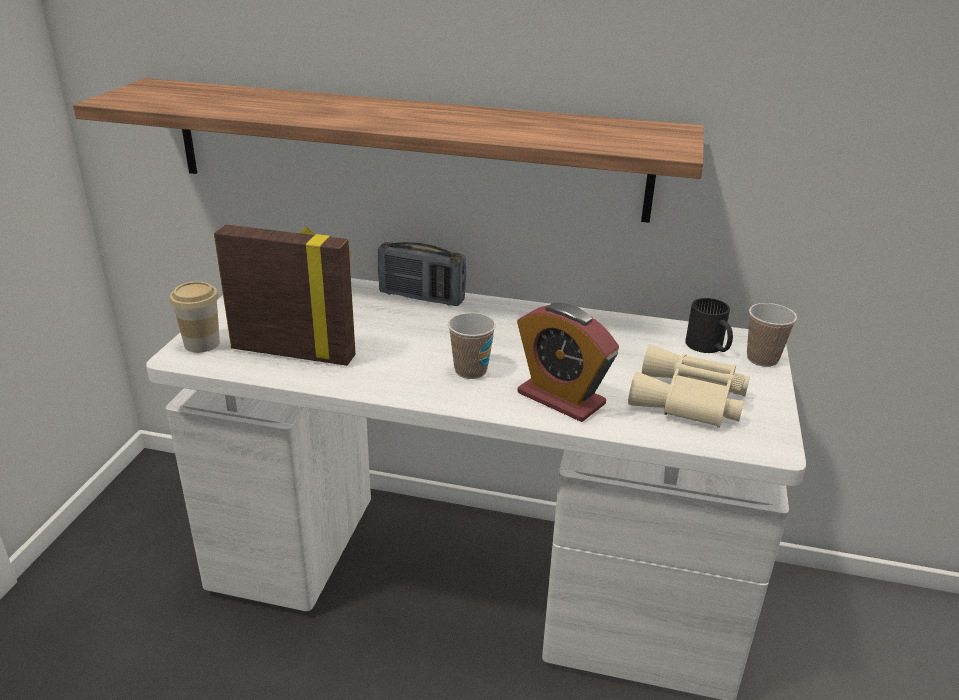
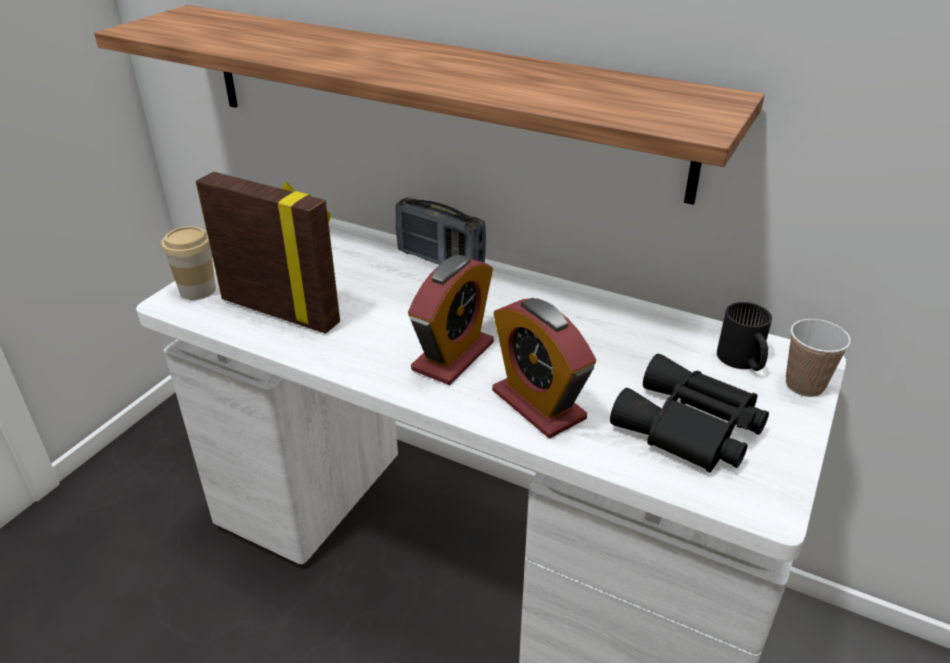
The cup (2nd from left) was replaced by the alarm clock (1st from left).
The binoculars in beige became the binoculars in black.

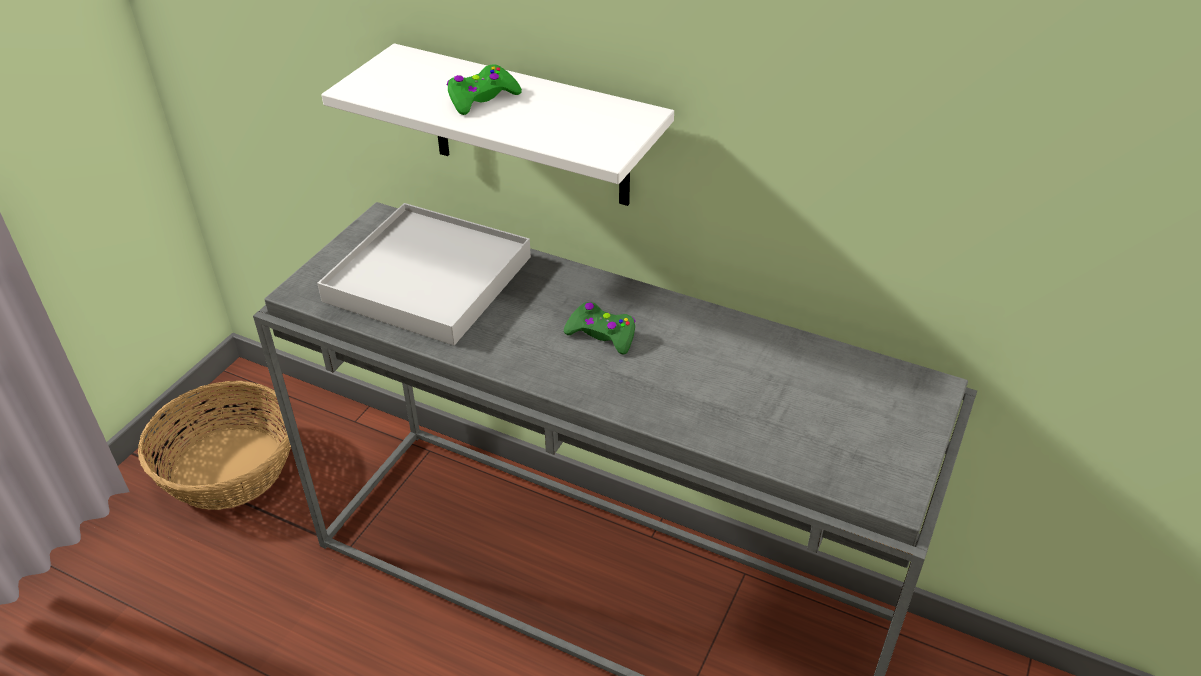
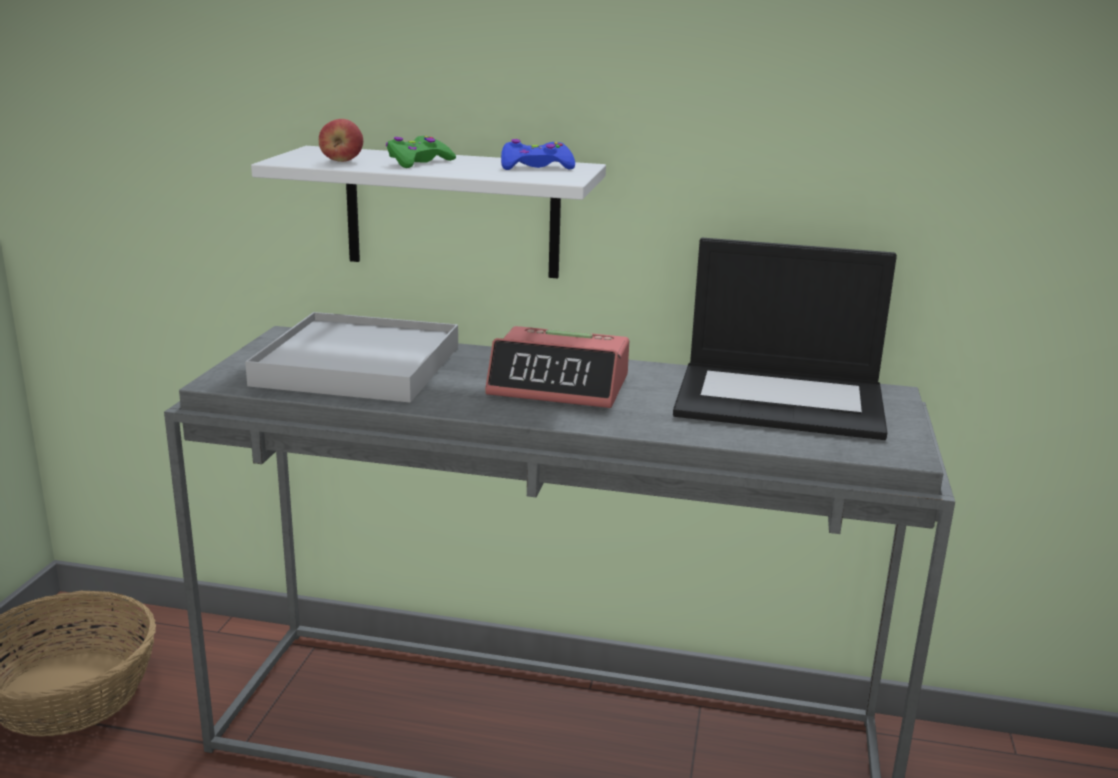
The apple appeared.
The game controller in blue appeared.
The laptop appeared.
The game controller in green (2nd from left) was replaced by the alarm clock.

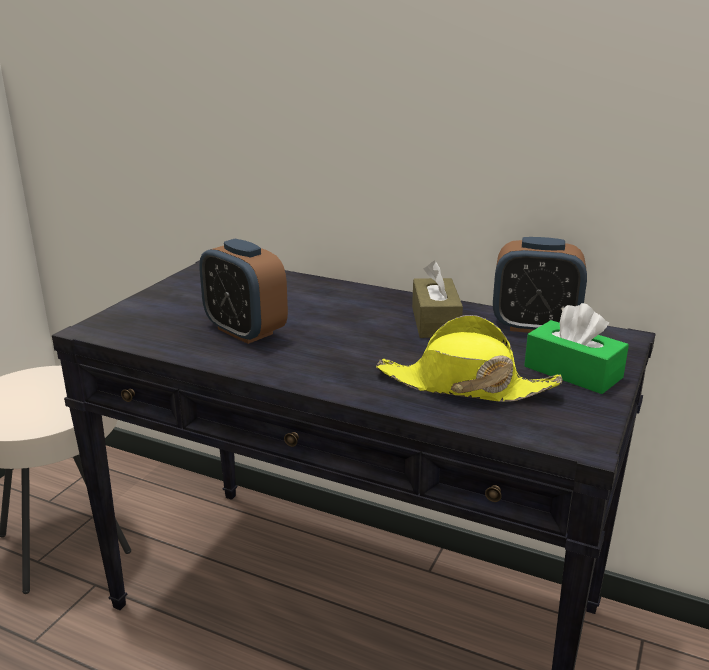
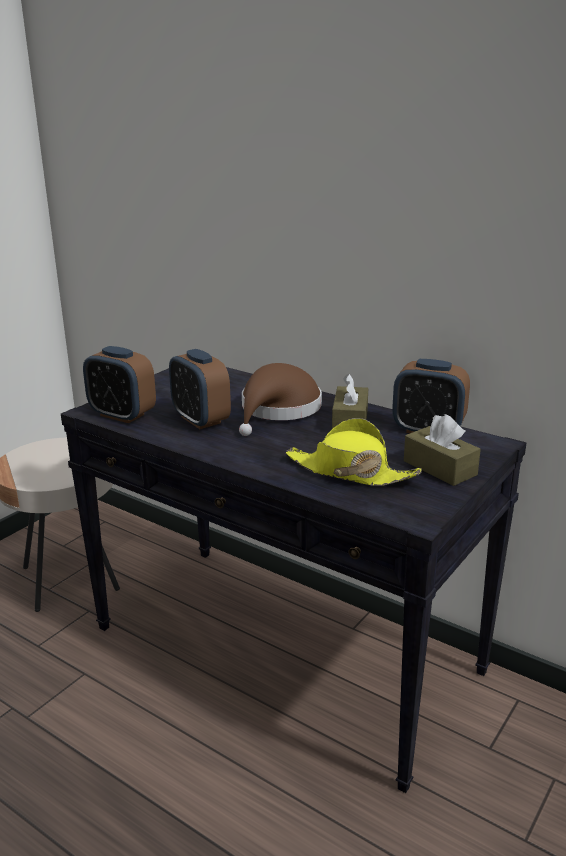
The alarm clock (1st from left) appeared.
The hat in brown appeared.
The tissue box in green became the tissue box in brown (2nd from left).

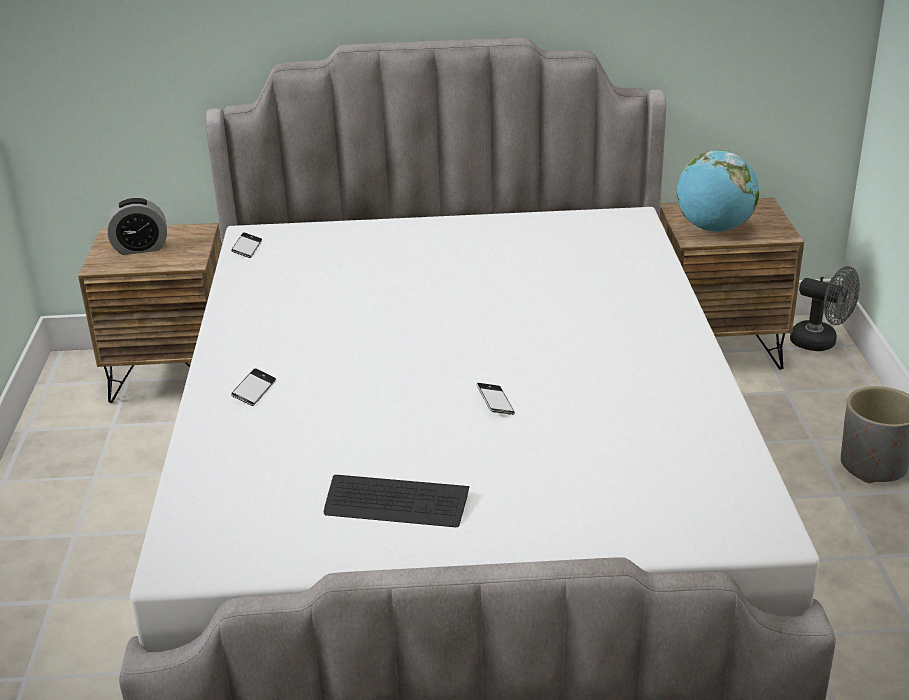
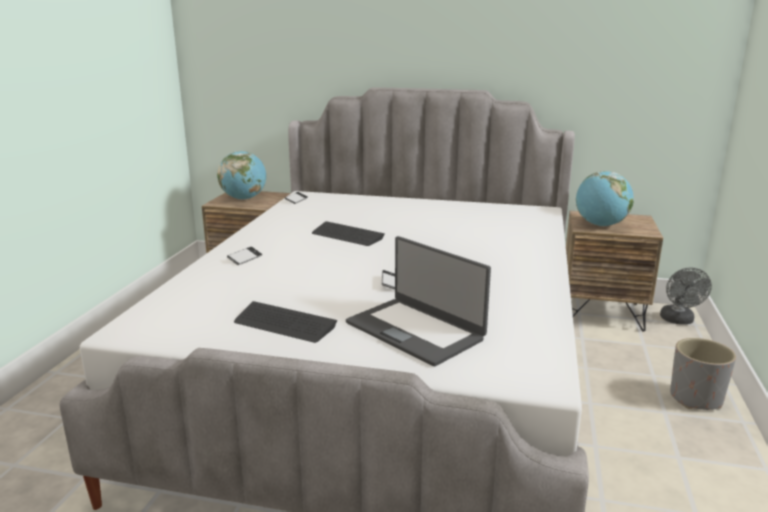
The keyboard (2nd from left) appeared.
The laptop appeared.
The alarm clock was replaced by the globe (1st from left).
The fan in grey turned 45 degrees clockwise.

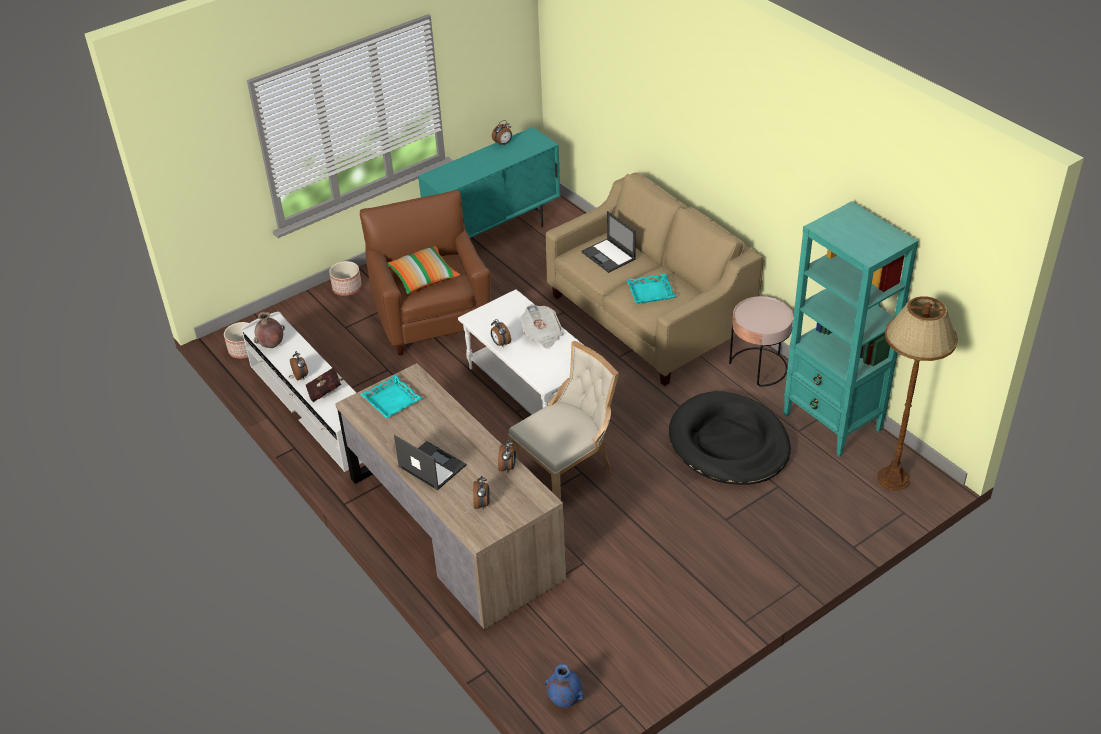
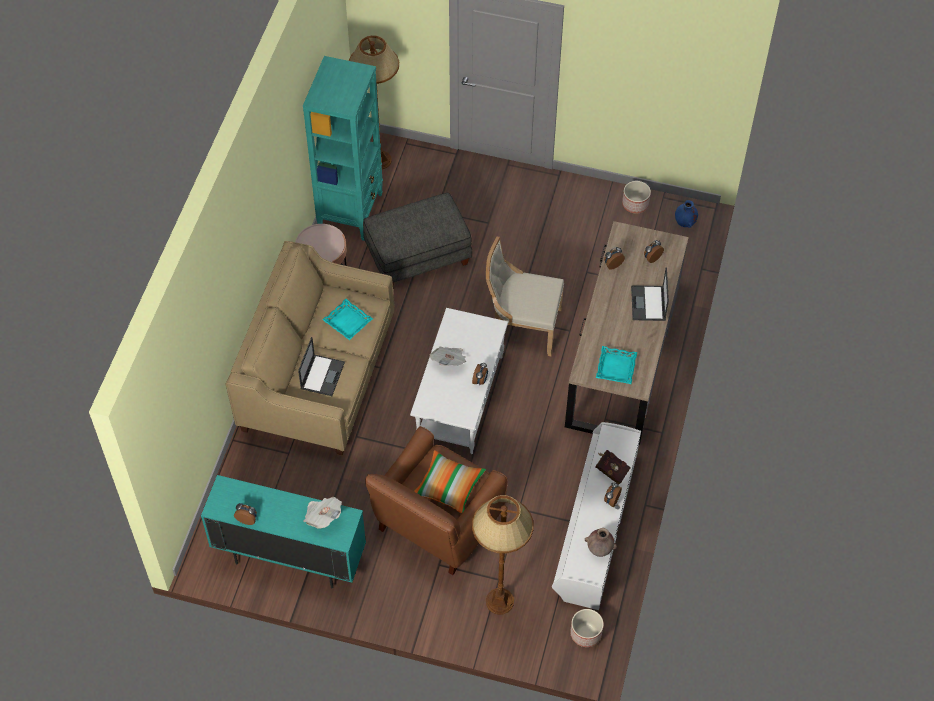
The newspaper (1st from left) appeared.
The floor lamp in brown (2nd from left) appeared.
The planter (2nd from left) moved.
The dog bed in black was replaced by the ottoman in grey.

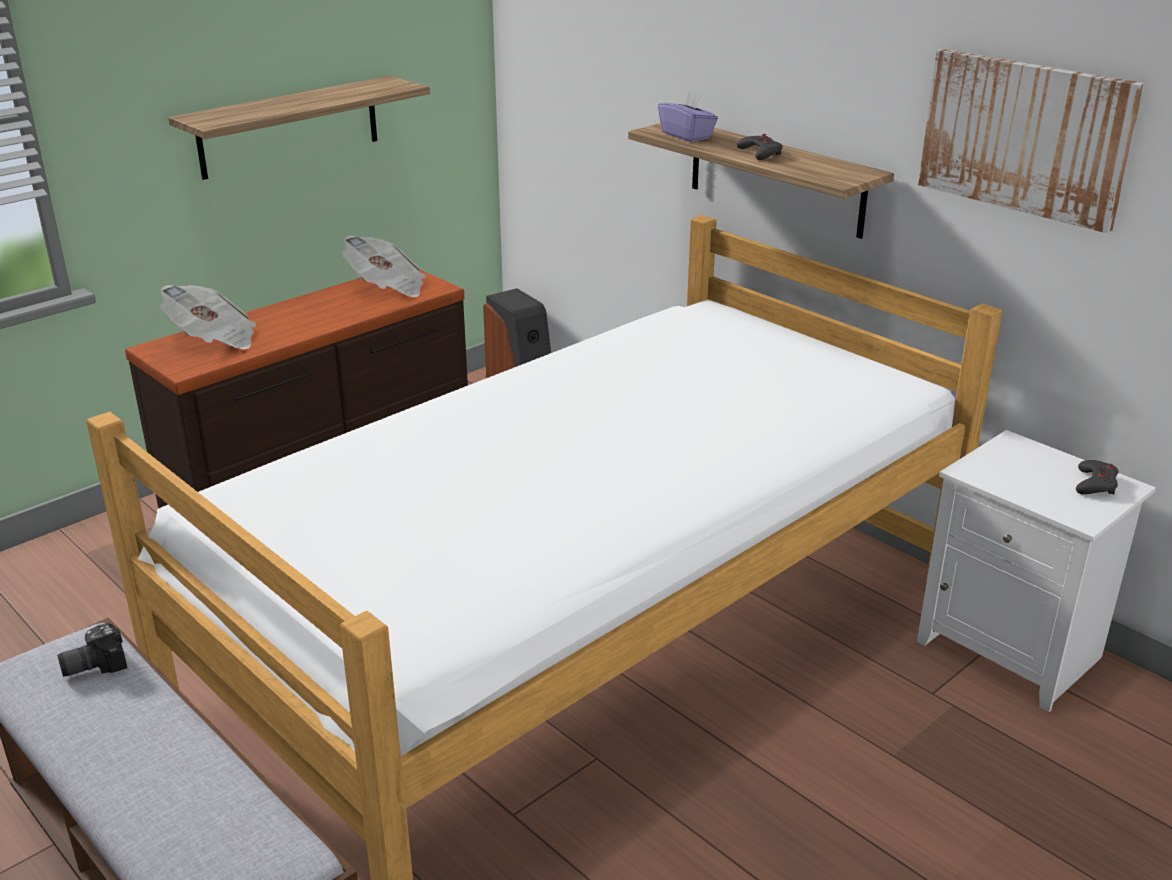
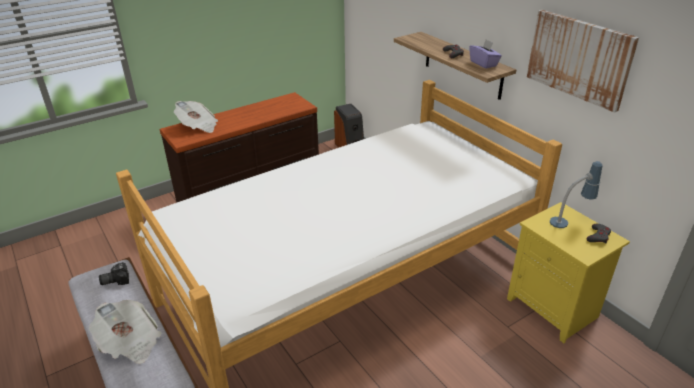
The shelf (1st from left) disappeared.
The table lamp appeared.
The newspaper (2nd from left in the first image) moved.
The tissue box in purple moved.
The nightstand in white became the nightstand in yellow.

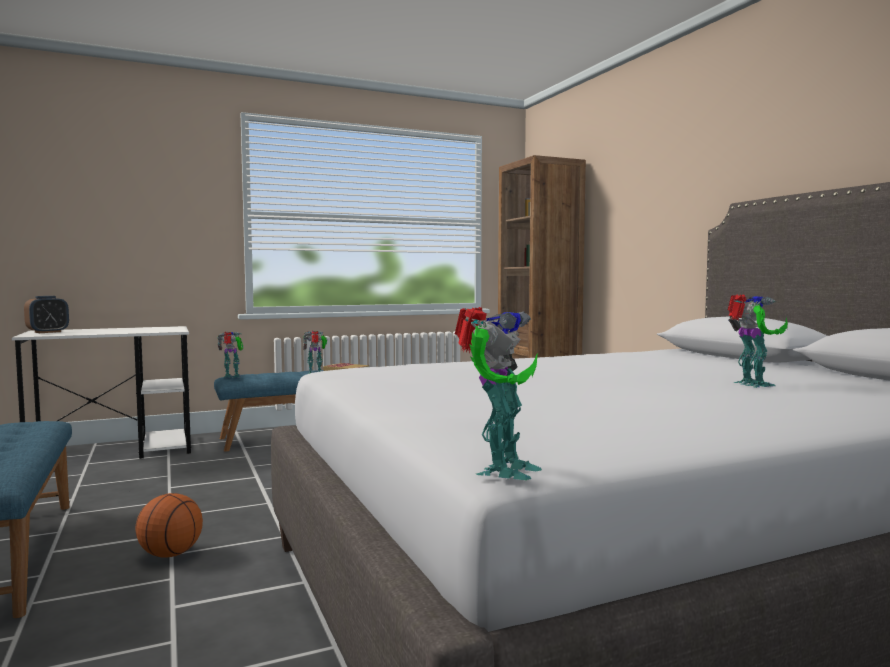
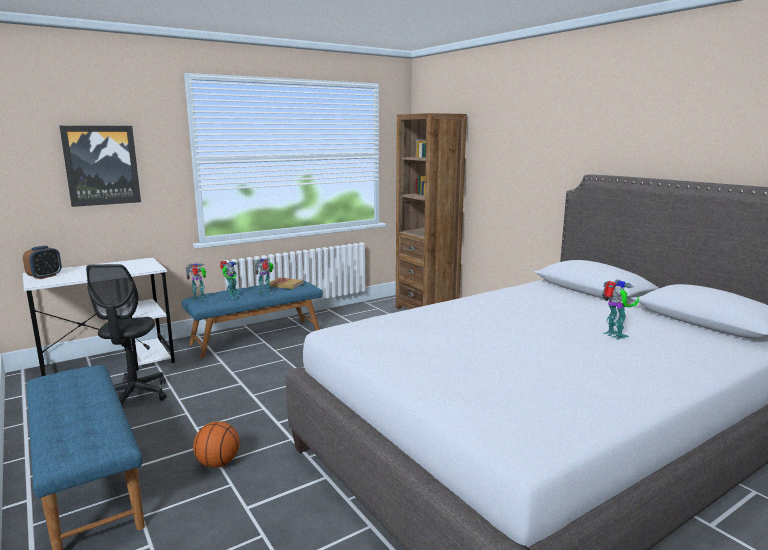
The picture appeared.
The office chair in black appeared.
The toy robot (3rd from left in the first image) moved.

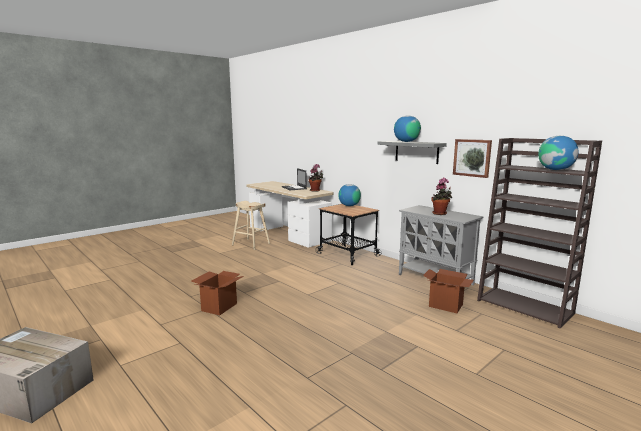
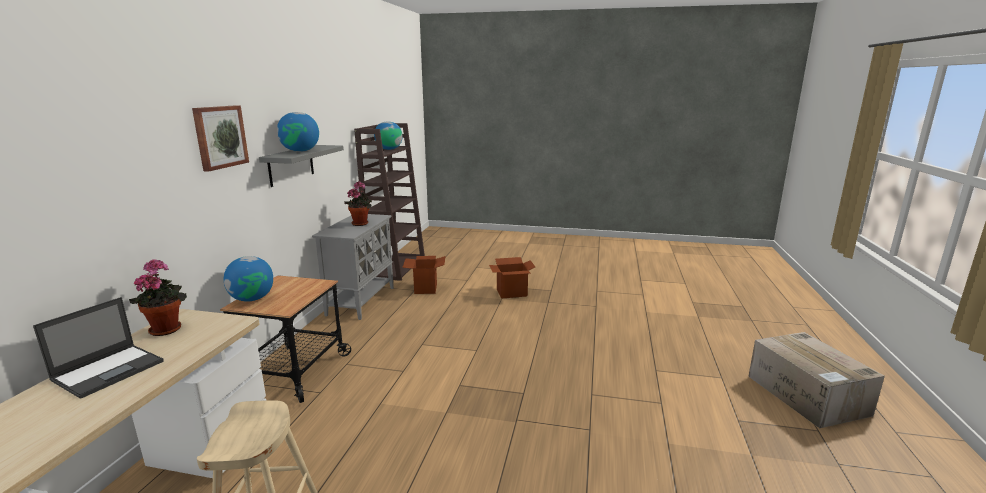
The cardboard box (2nd from left) moved.
The picture moved.

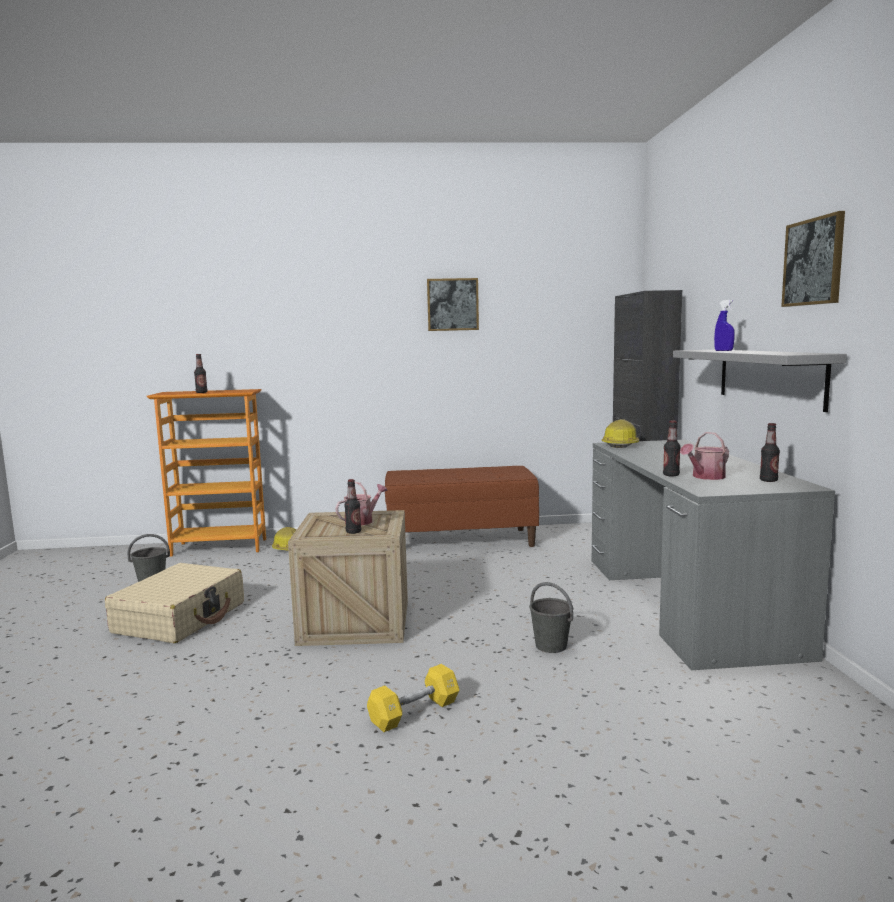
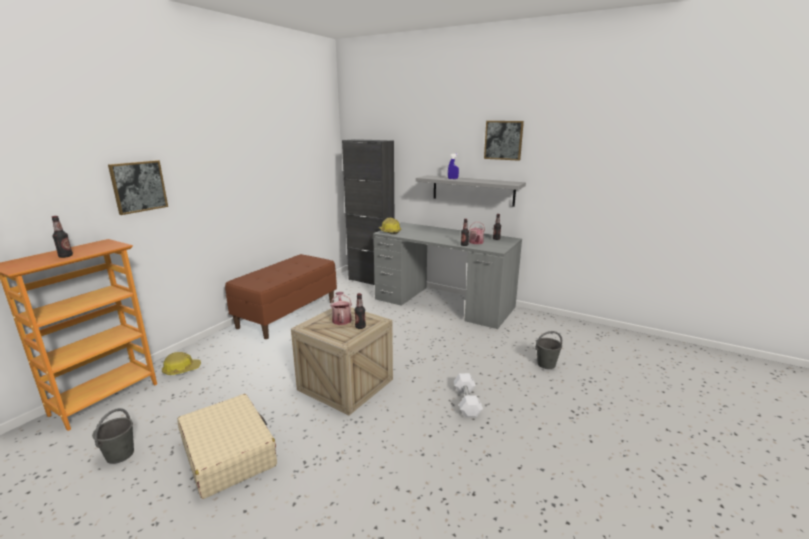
The picture (1st from left) moved.
The bucket in grey (2nd from left) moved.
The dumbbell in yellow became the dumbbell in white.

